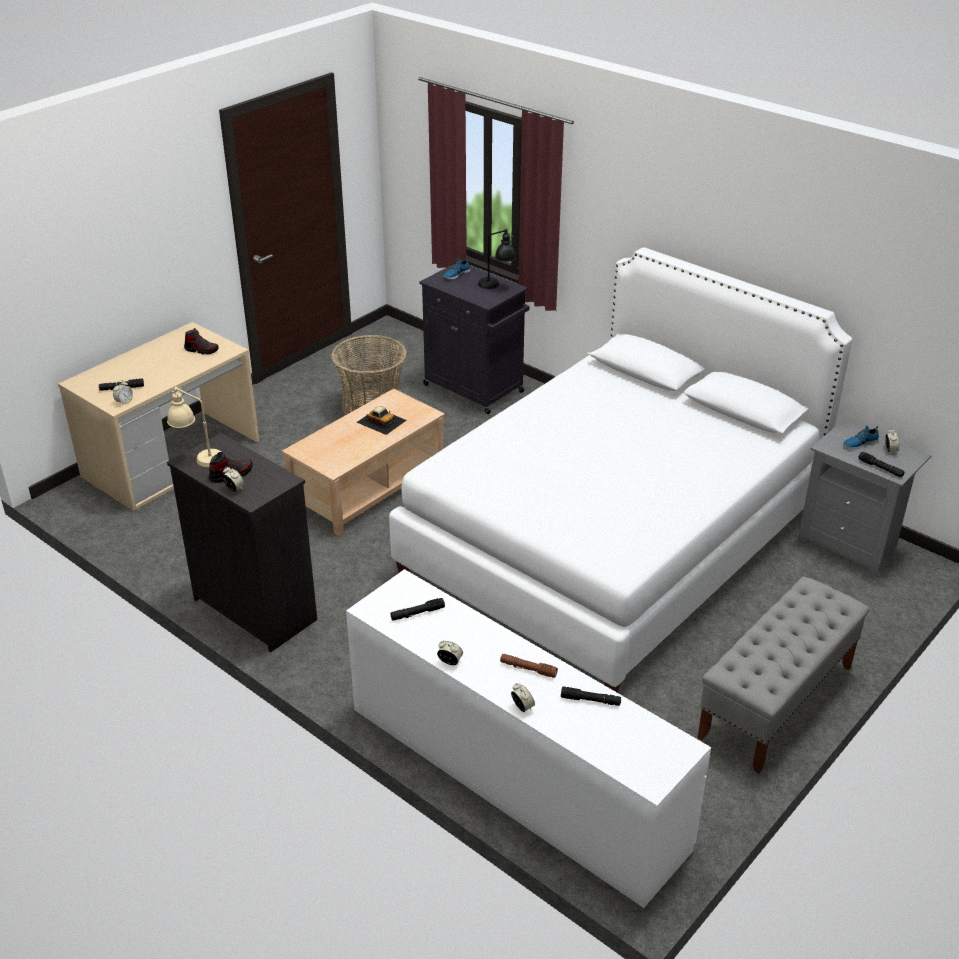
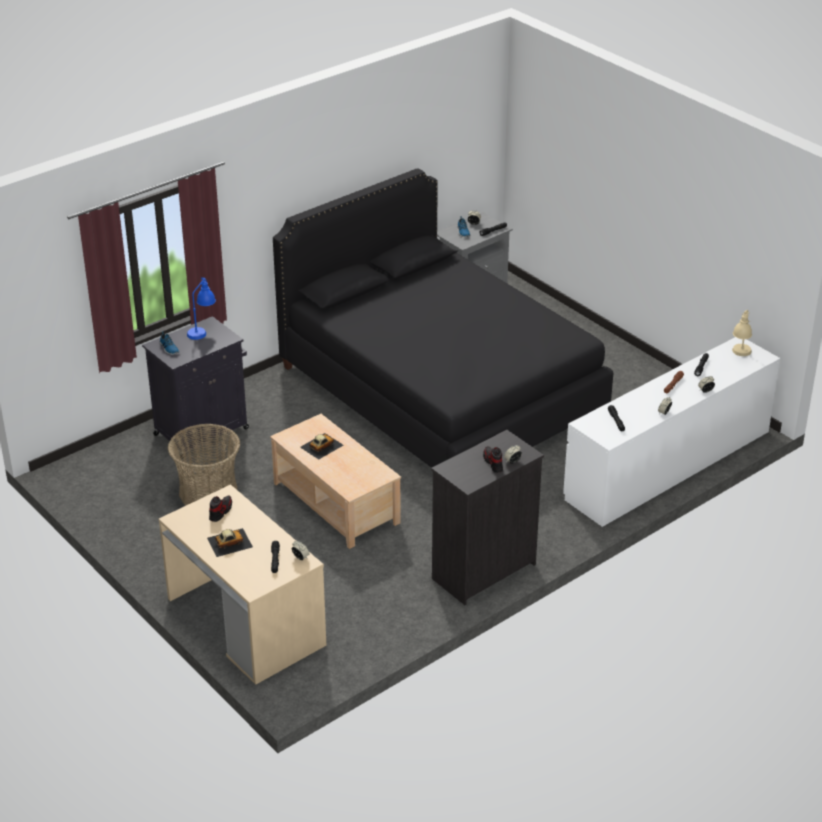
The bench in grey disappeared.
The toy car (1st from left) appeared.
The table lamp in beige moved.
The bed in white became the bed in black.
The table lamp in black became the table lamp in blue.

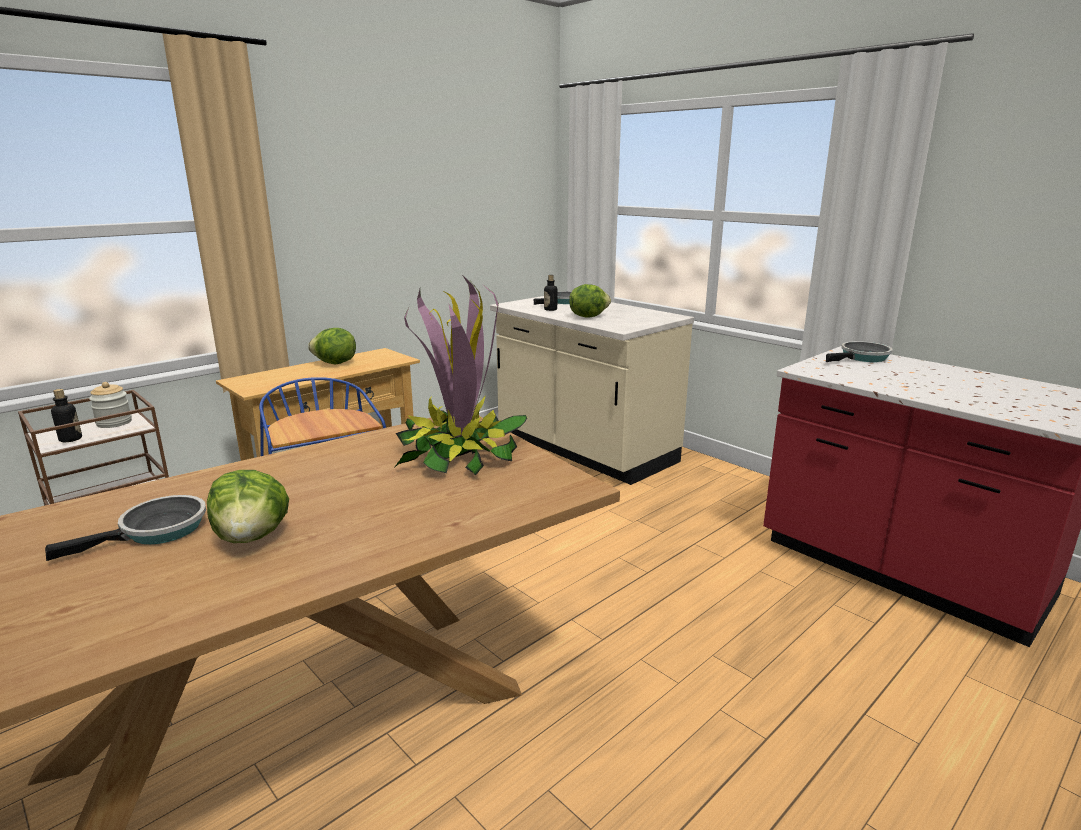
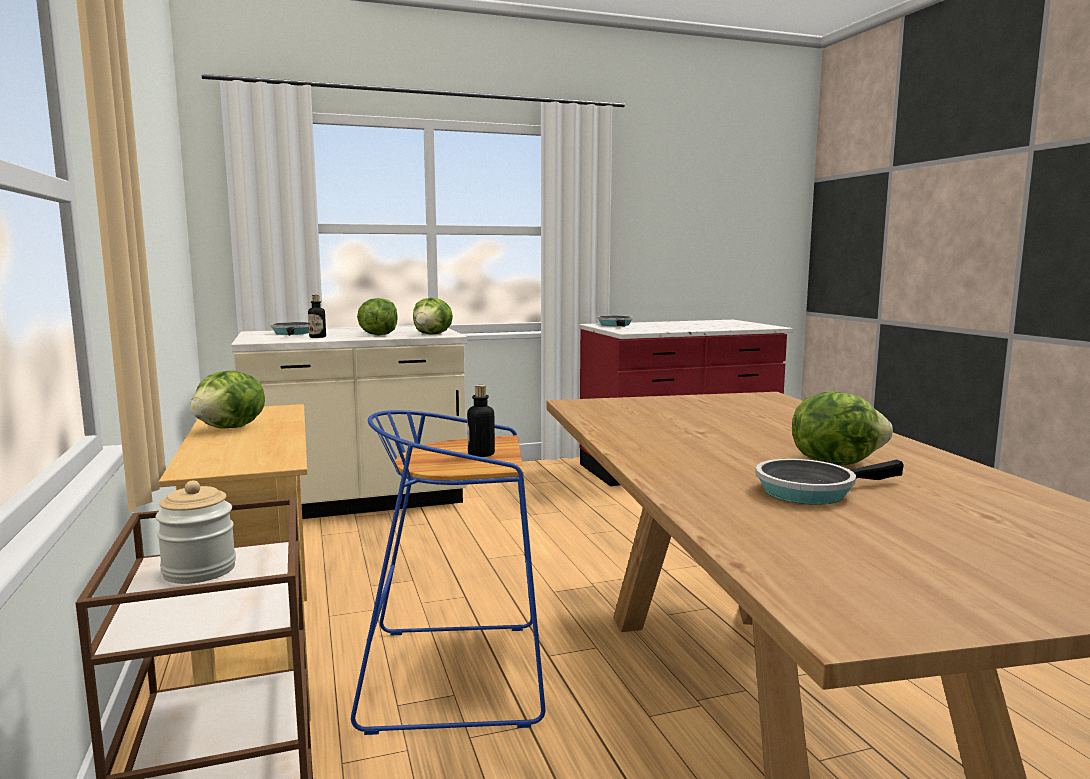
The potted plant disappeared.
The lettuce (3rd from left) appeared.
The bottle (1st from left in the first image) moved.
The frying pan (1st from left in the first image) turned 90 degrees counterclockwise.

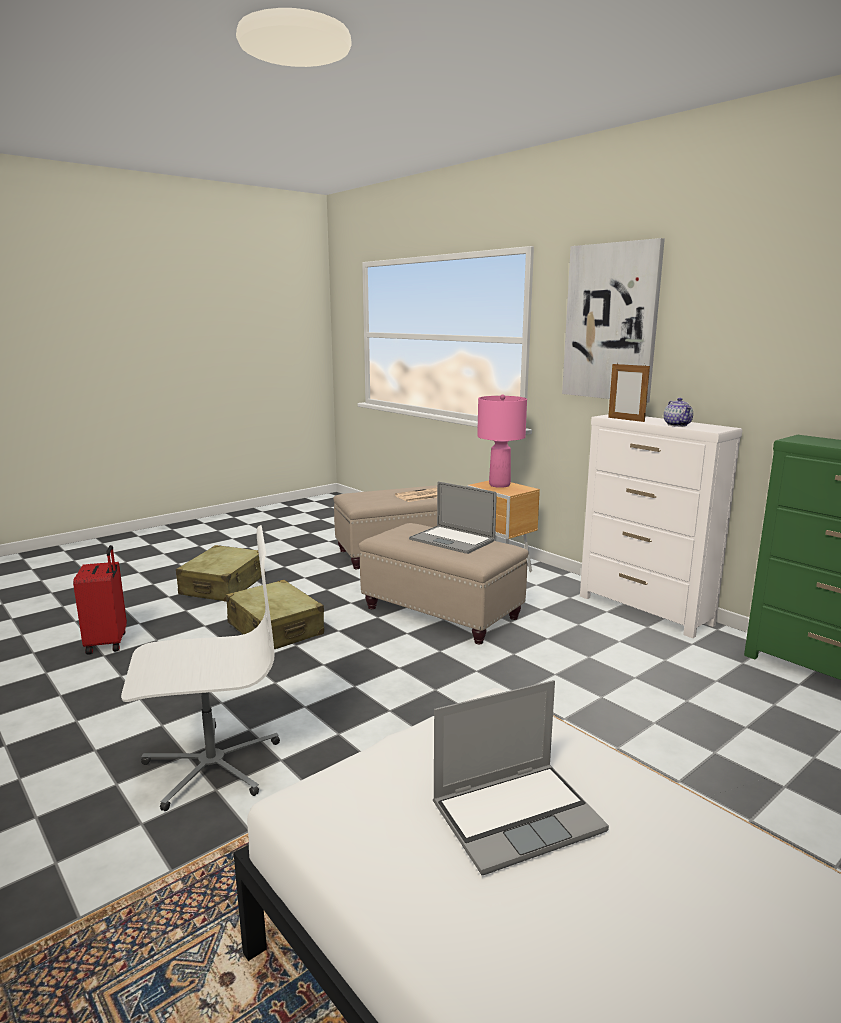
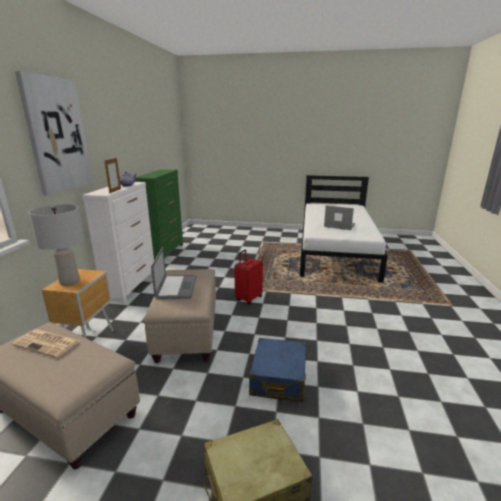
The office chair in white disappeared.
The suitcase in red moved.
The suitcase in beige (2nd from left) became the suitcase in blue.
The table lamp in pink became the table lamp in grey.

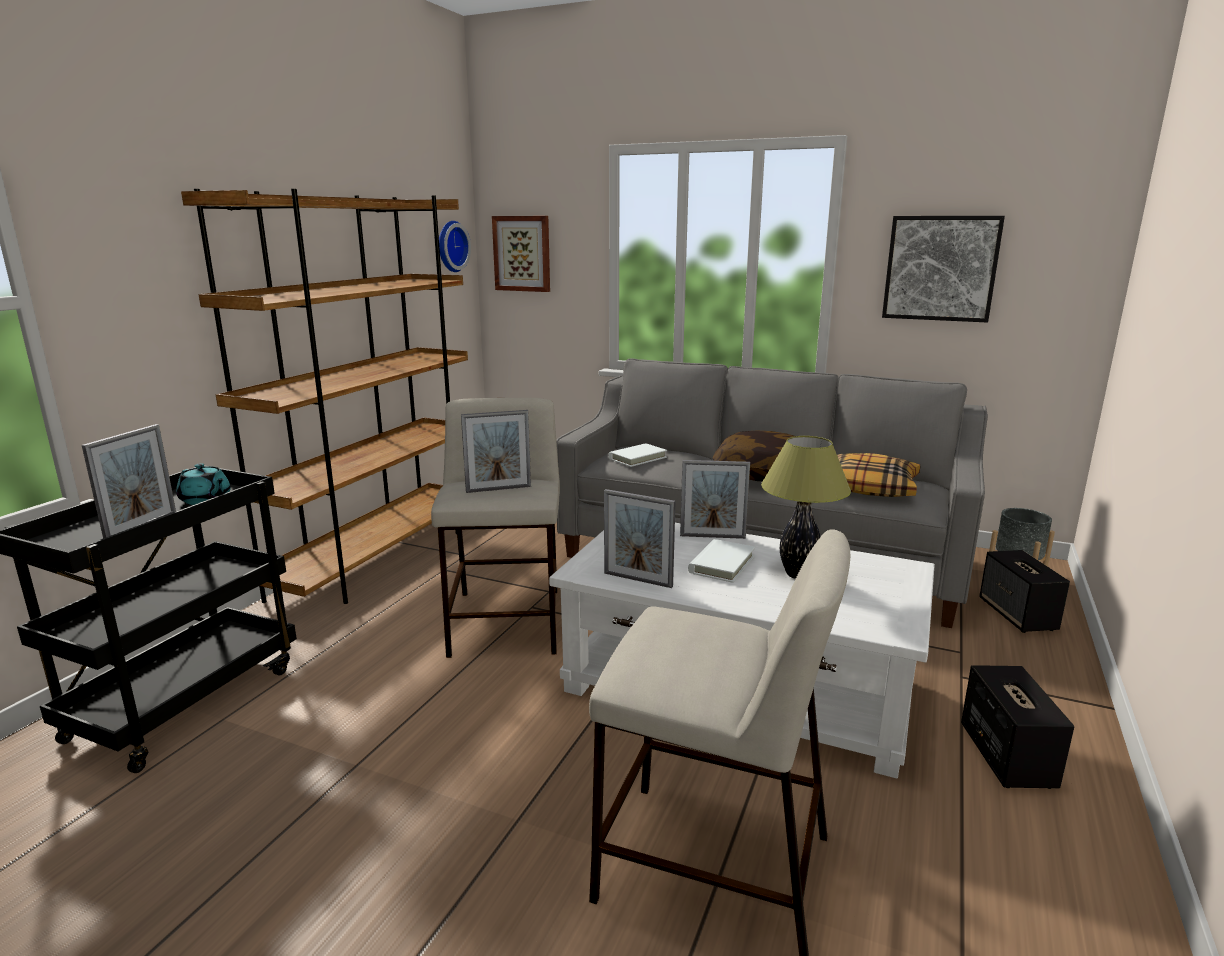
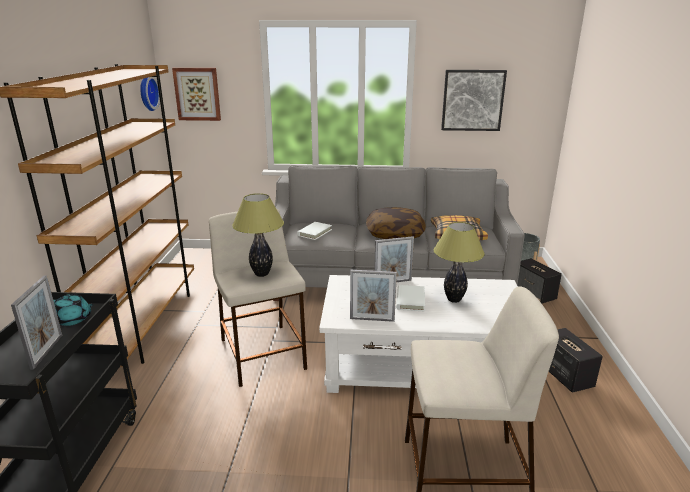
The picture frame (2nd from left) was replaced by the table lamp (1st from left).

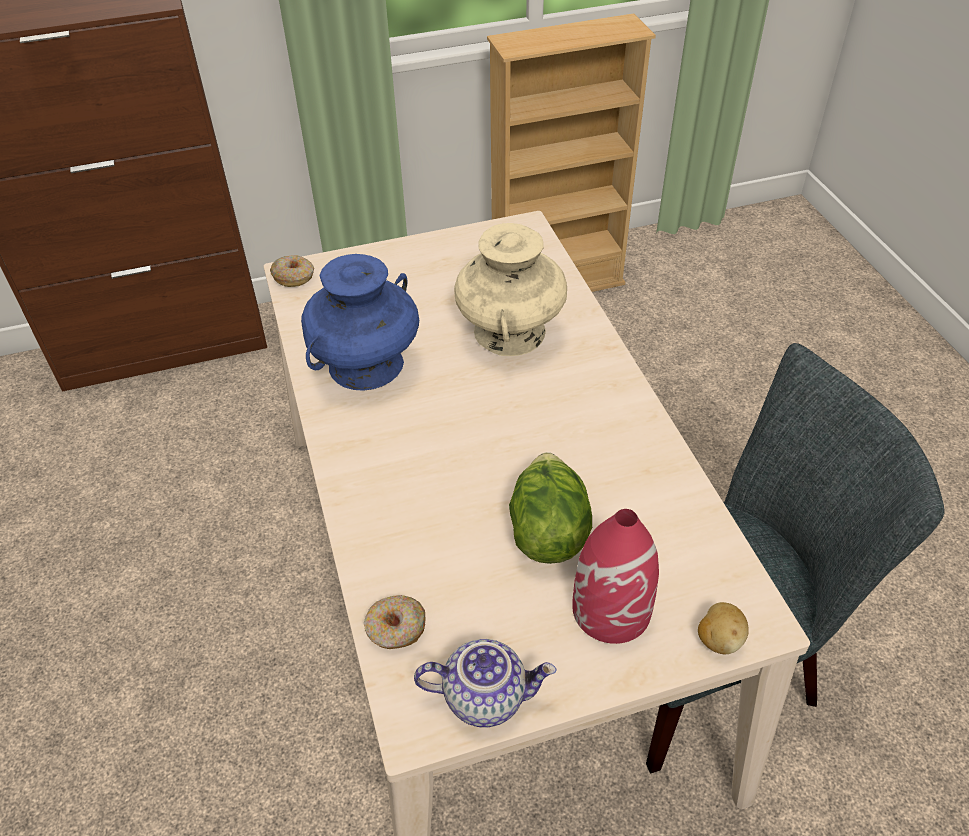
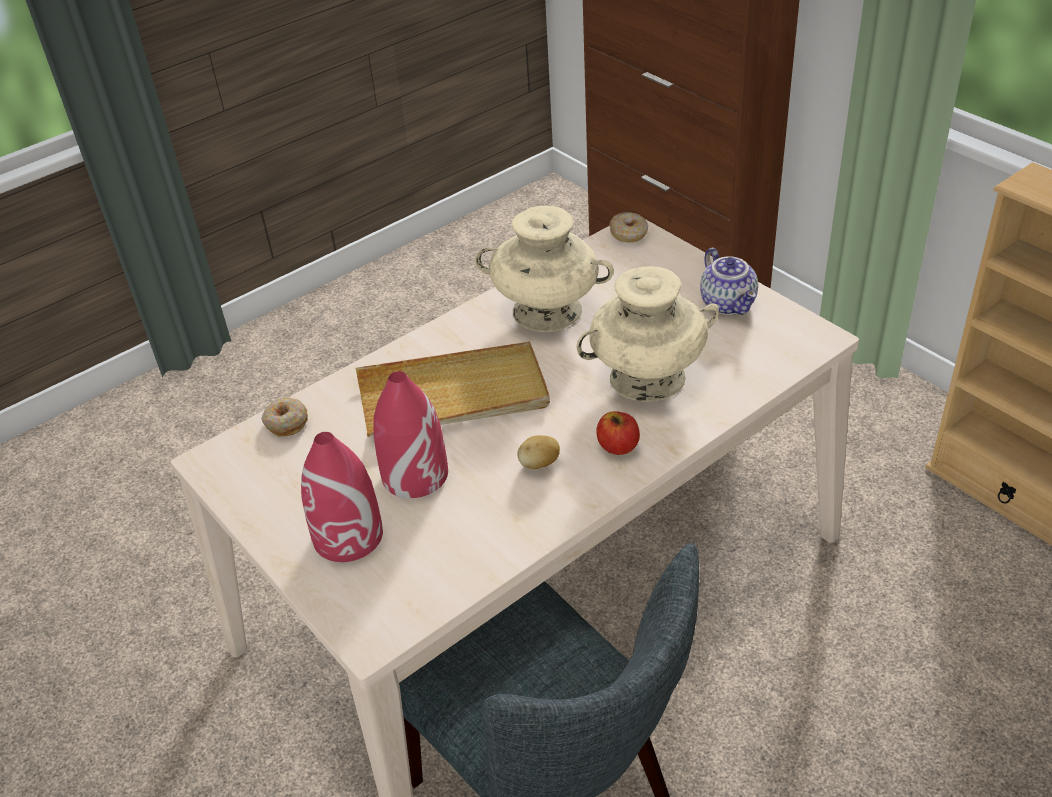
The tray in beige appeared.
The apple appeared.
The teapot moved.
The potato moved.
The lettuce was replaced by the vase in red (2nd from left).
The vase in blue became the vase in beige (1st from left).

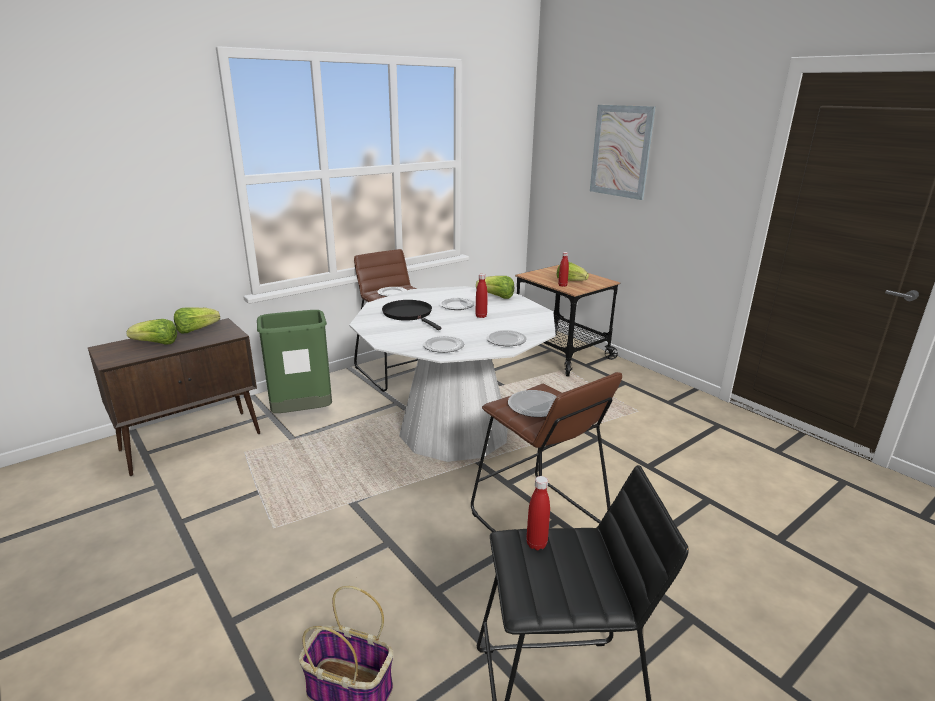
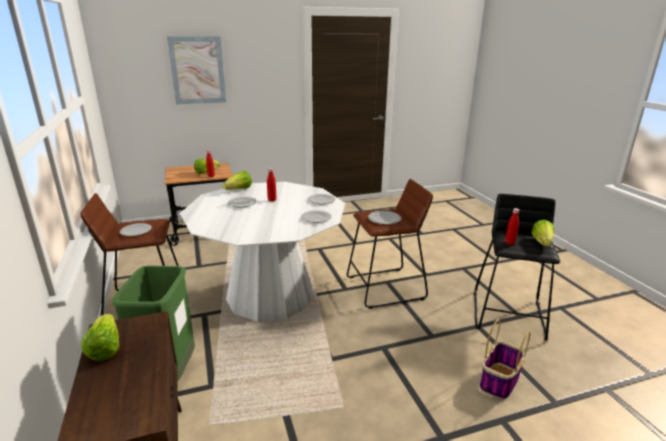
The frying pan in black disappeared.
The lettuce (1st from left in the first image) moved.

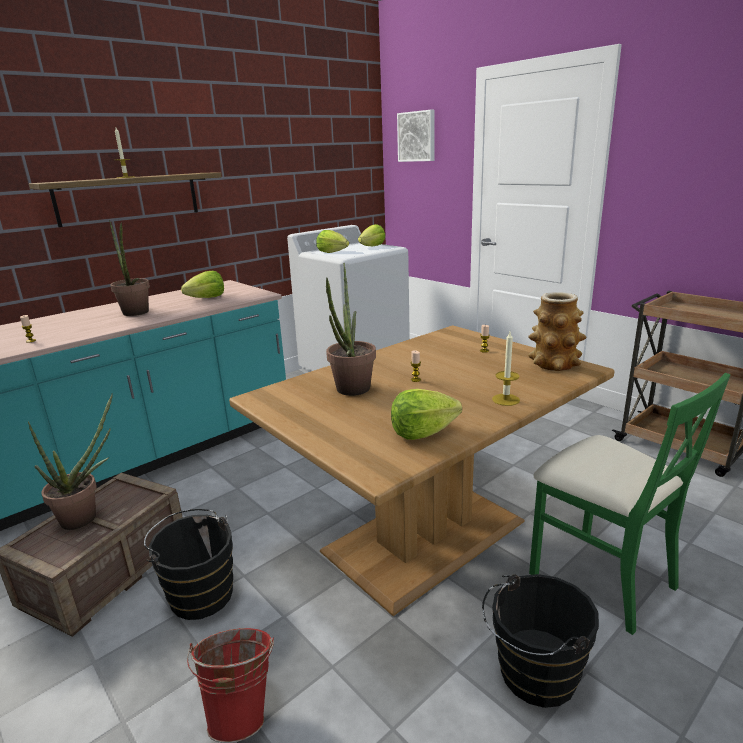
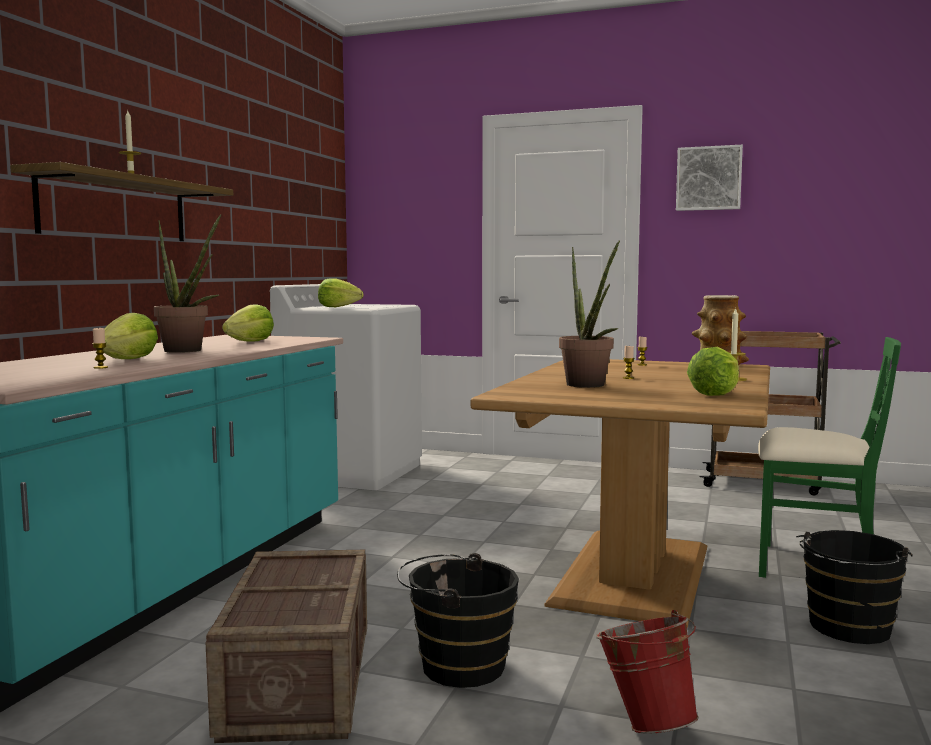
The potted plant (1st from left) disappeared.
The lettuce (3rd from left in the first image) moved.
The picture moved.

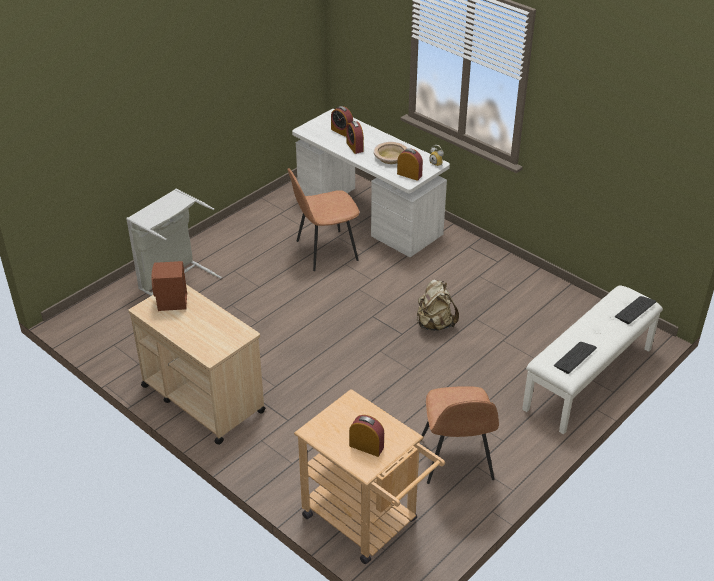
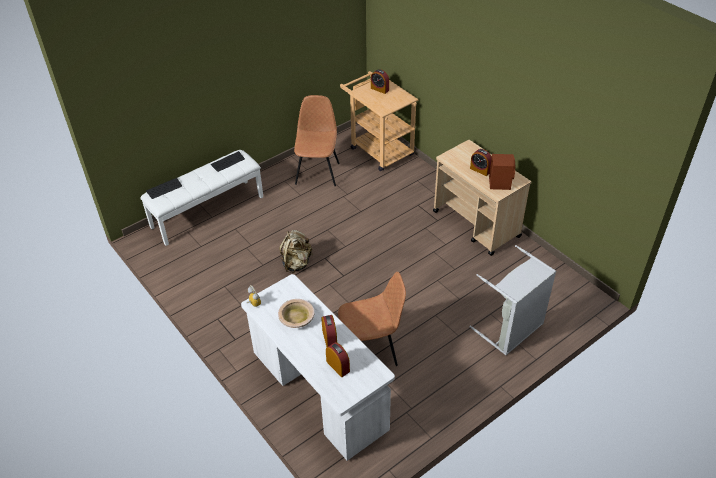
The alarm clock (4th from left in the first image) moved.

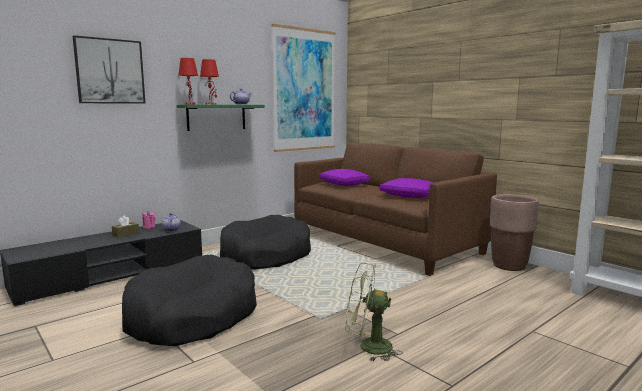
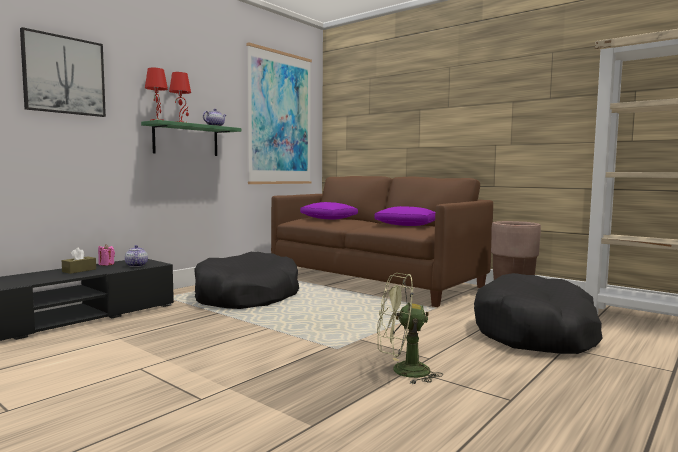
The dog bed in black (1st from left in the first image) moved.

